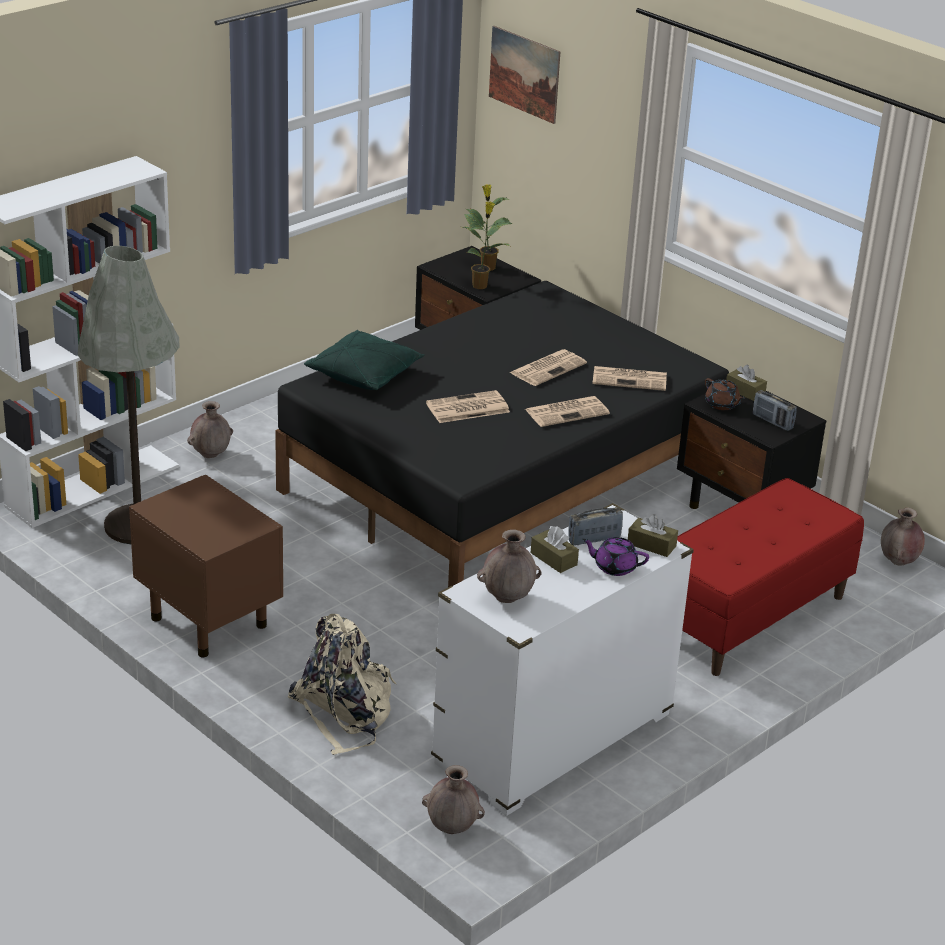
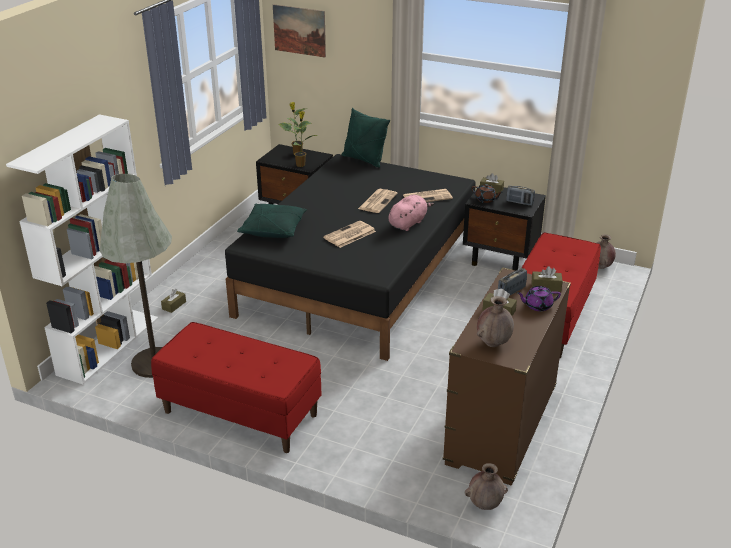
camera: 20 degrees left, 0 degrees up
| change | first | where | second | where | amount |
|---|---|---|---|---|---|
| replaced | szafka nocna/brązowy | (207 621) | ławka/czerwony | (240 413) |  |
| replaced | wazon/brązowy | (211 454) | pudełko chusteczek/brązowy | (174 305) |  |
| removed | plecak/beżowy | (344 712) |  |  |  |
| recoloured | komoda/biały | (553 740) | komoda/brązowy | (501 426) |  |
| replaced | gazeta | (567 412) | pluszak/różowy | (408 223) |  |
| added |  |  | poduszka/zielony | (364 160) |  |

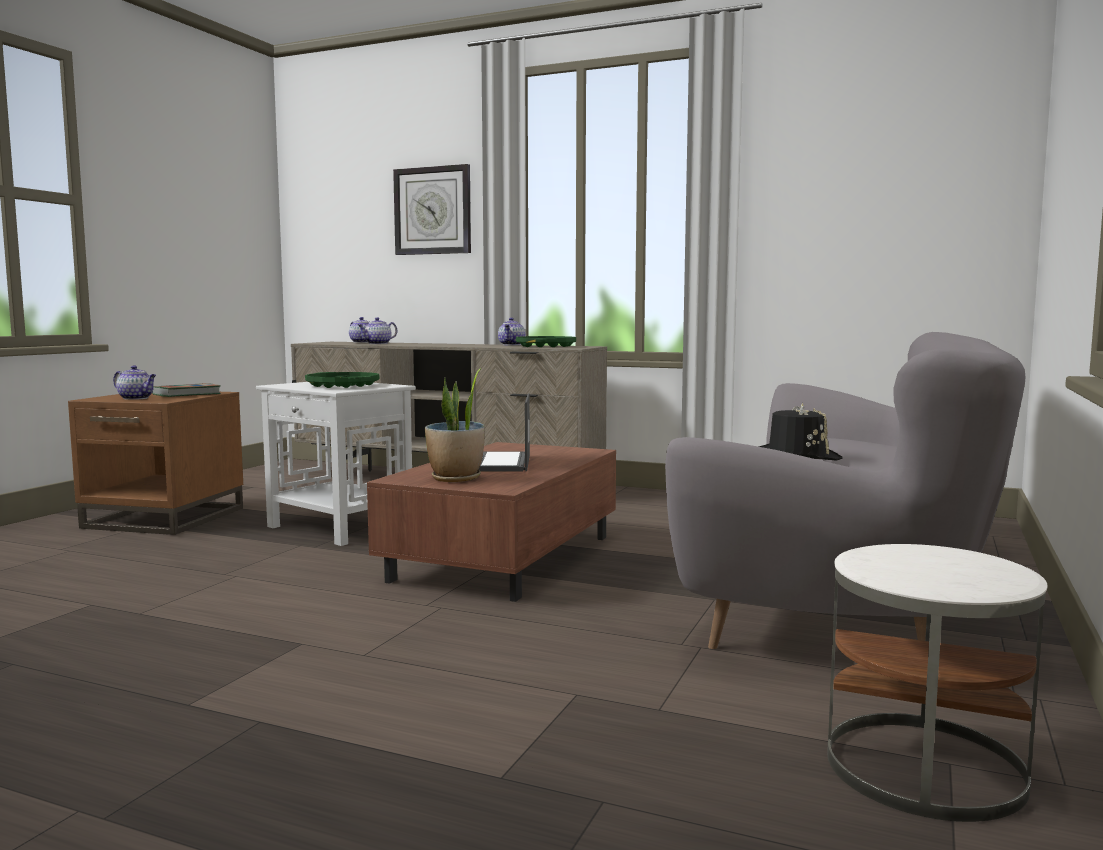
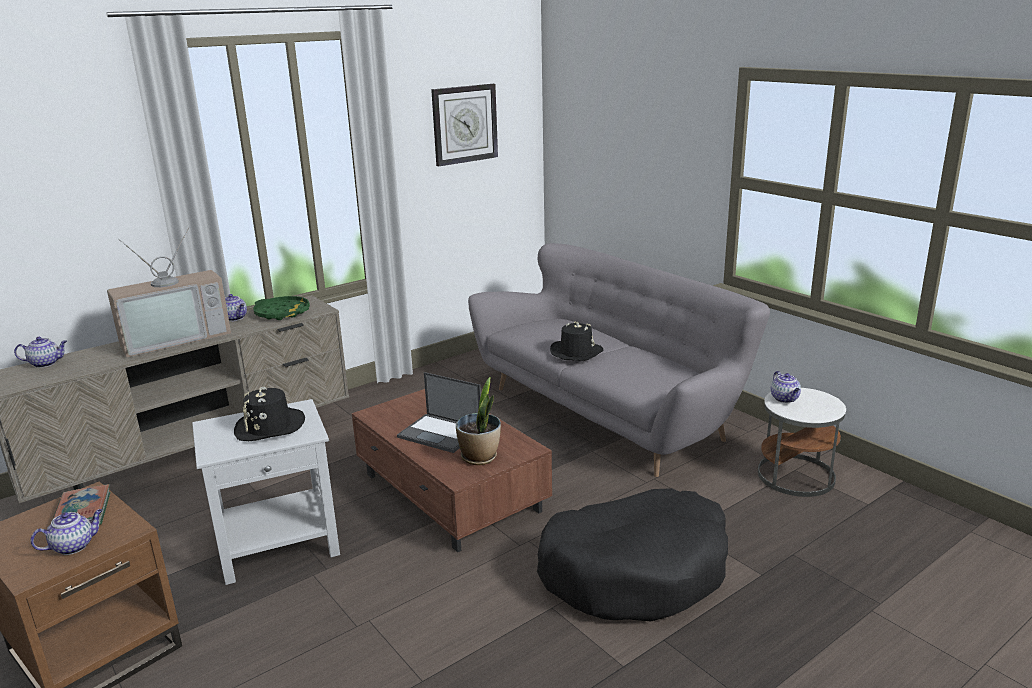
camera: 60 degrees left, 15 degrees up
| change | first | where | second | where | amount |
|---|---|---|---|---|---|
| replaced | taca/zielony | (342 385) | kapelusz/czarny | (269 427) |  |
| moved | imbryk | (377 344) |  | (785 399) |  |
| moved | zegar ścienny | (433 211) |  | (464 124) |  |
| added |  |  | telewizor | (175 338) |  |
| added |  |  | legowisko/czarny | (635 571) |  |

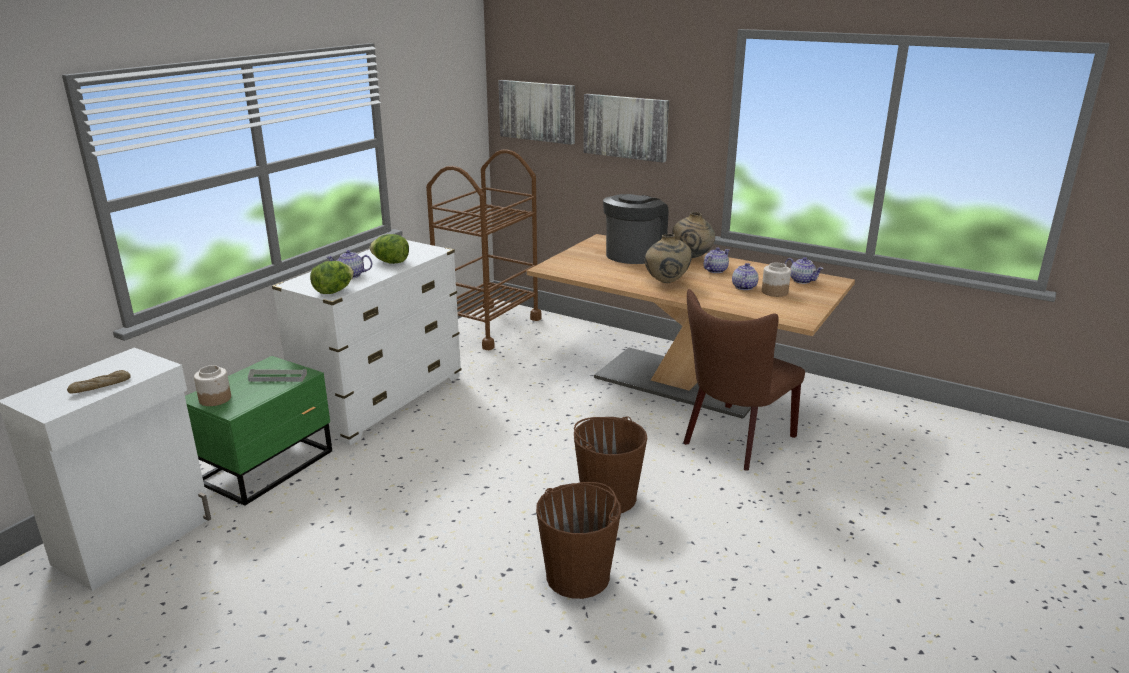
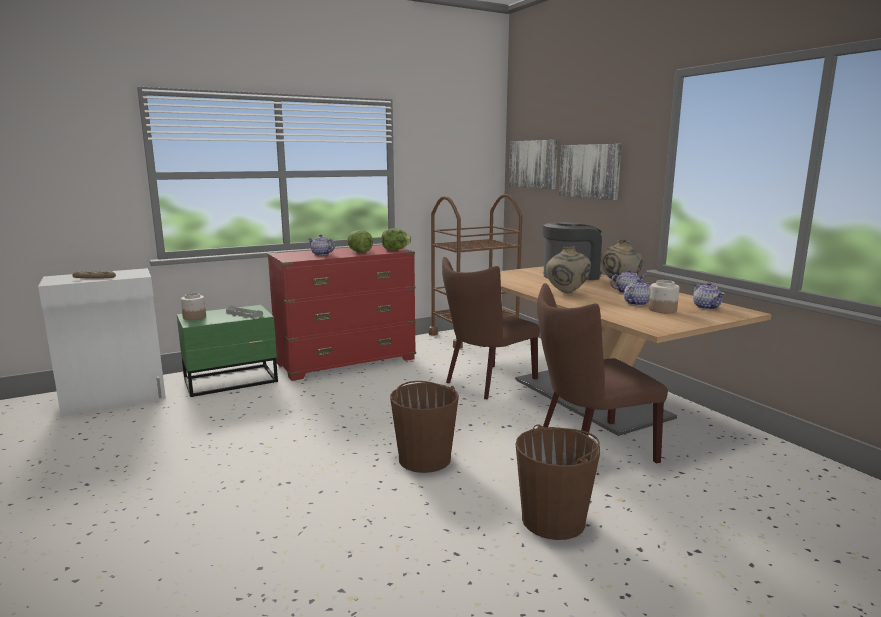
camera: 30 degrees right, 10 degrees down
| change | first | where | second | where | amount |
|---|---|---|---|---|---|
| recoloured | komoda/biały | (383 400) | komoda/czerwony | (346 362) |  |
| moved | sałata | (333 291) |  | (395 250) |  |
| moved | wiadro/brązowy | (578 576) |  | (554 520) |  |
| added |  |  | krzesło/brązowy | (486 383) |  |

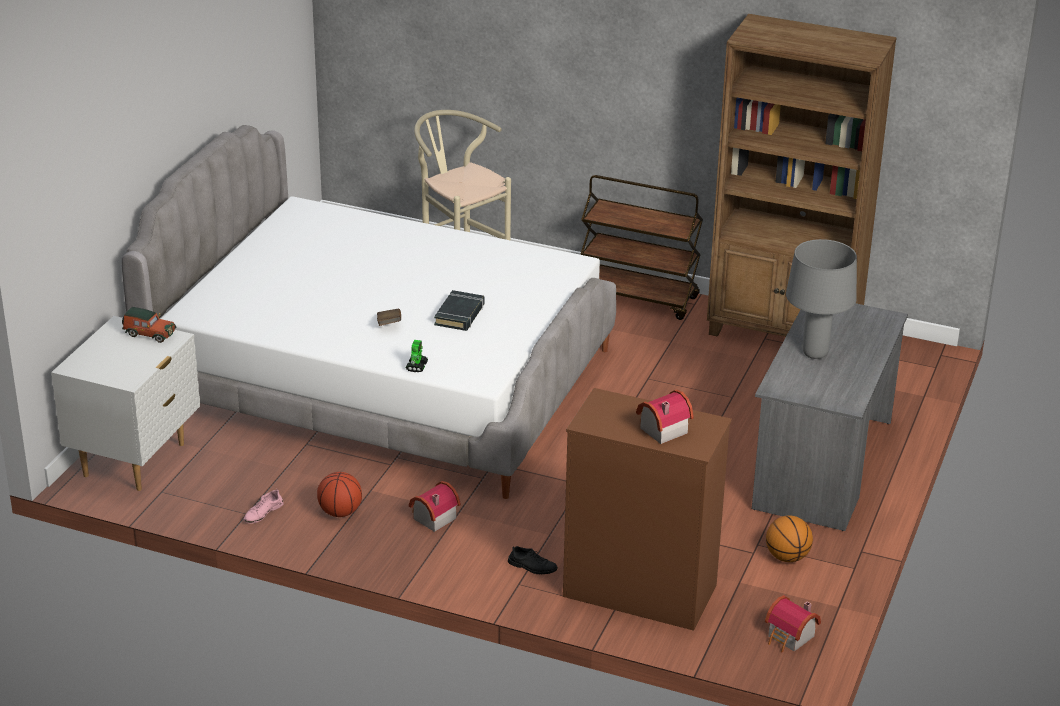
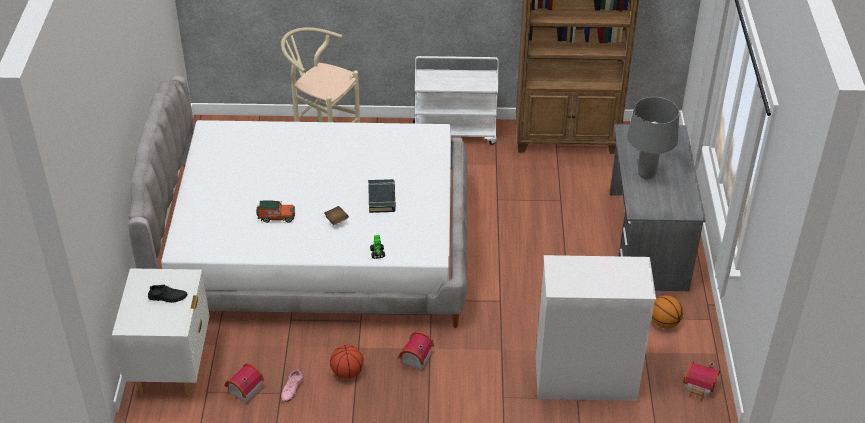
camera: 20 degrees left, 10 degrees up
| change | first | where | second | where | amount |
|---|---|---|---|---|---|
| moved | samochodzik | (148 333) |  | (276 217) |  |
| moved | but/czarny | (532 566) |  | (167 297) |  |
| recoloured | komoda/brązowy | (638 590) | komoda/biały | (584 378) |  |
| recoloured | wózek/brązowy | (638 298) | wózek/biały | (455 133) |  |
| moved | domek | (660 429) |  | (243 390) |  |

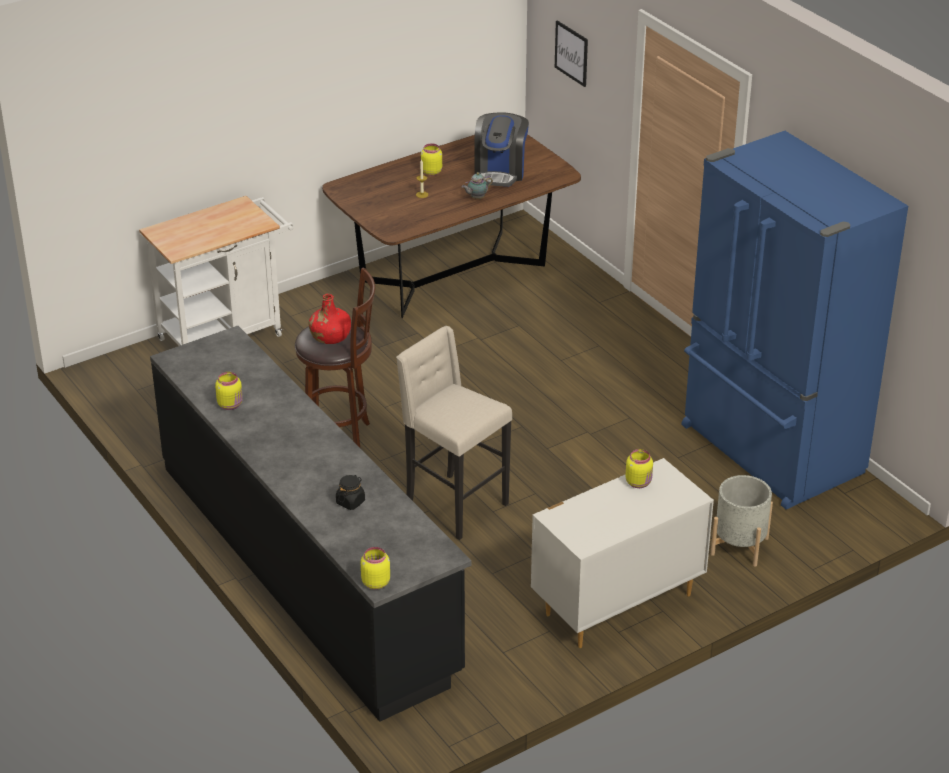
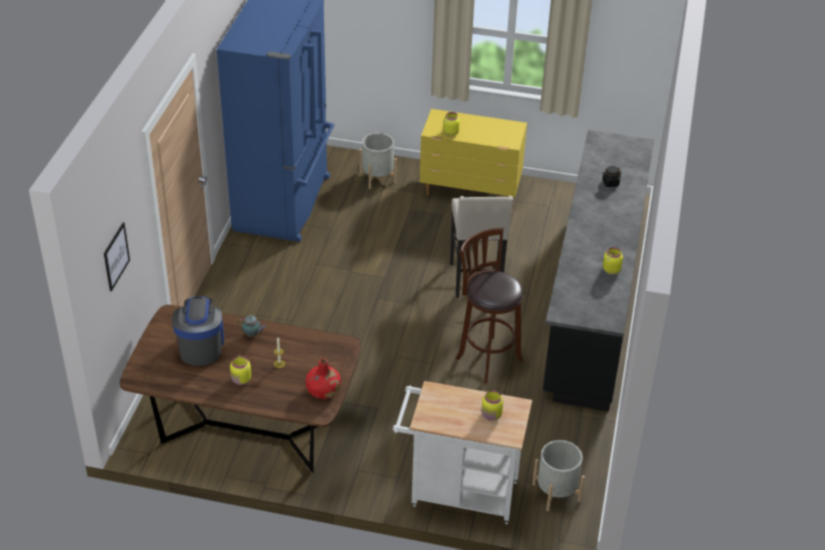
camera: 135 degrees left, 5 degrees up
| change | first | where | second | where | amount |
|---|---|---|---|---|---|
| moved | butelka/czerwony | (330 336) |  | (323 390) |  |
| moved | słoik/żółty | (375 582) |  | (491 415) |  |
| turned | ekspres do kawy | (500 171) |  | (200 346) | 60 degrees counterclockwise |
| recoloured | komoda/biały | (616 604) | komoda/żółty | (471 191) |  |
| added |  |  | donica/szary | (556 492) |  |

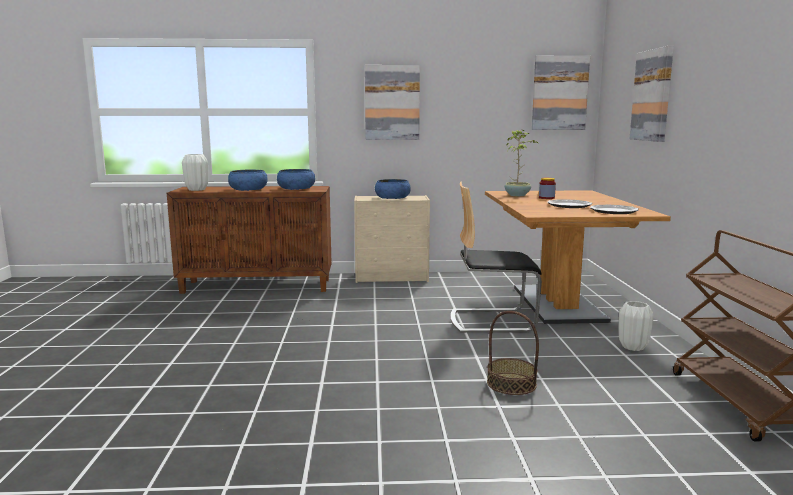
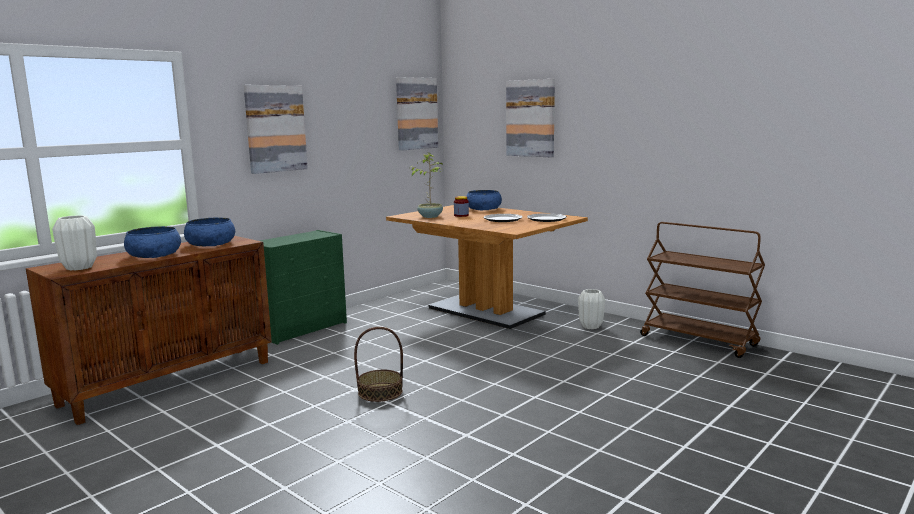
camera: 45 degrees left, 0 degrees up
| change | first | where | second | where | amount |
|---|---|---|---|---|---|
| recoloured | komoda/beżowy | (392 277) | komoda/zielony | (302 329) |  |
| moved | miska/niebieski | (392 198) |  | (483 209) |  |
| removed | krzesło | (491 320) |  |  |  |
| moved | koszyk | (511 383) |  | (380 392) |  |

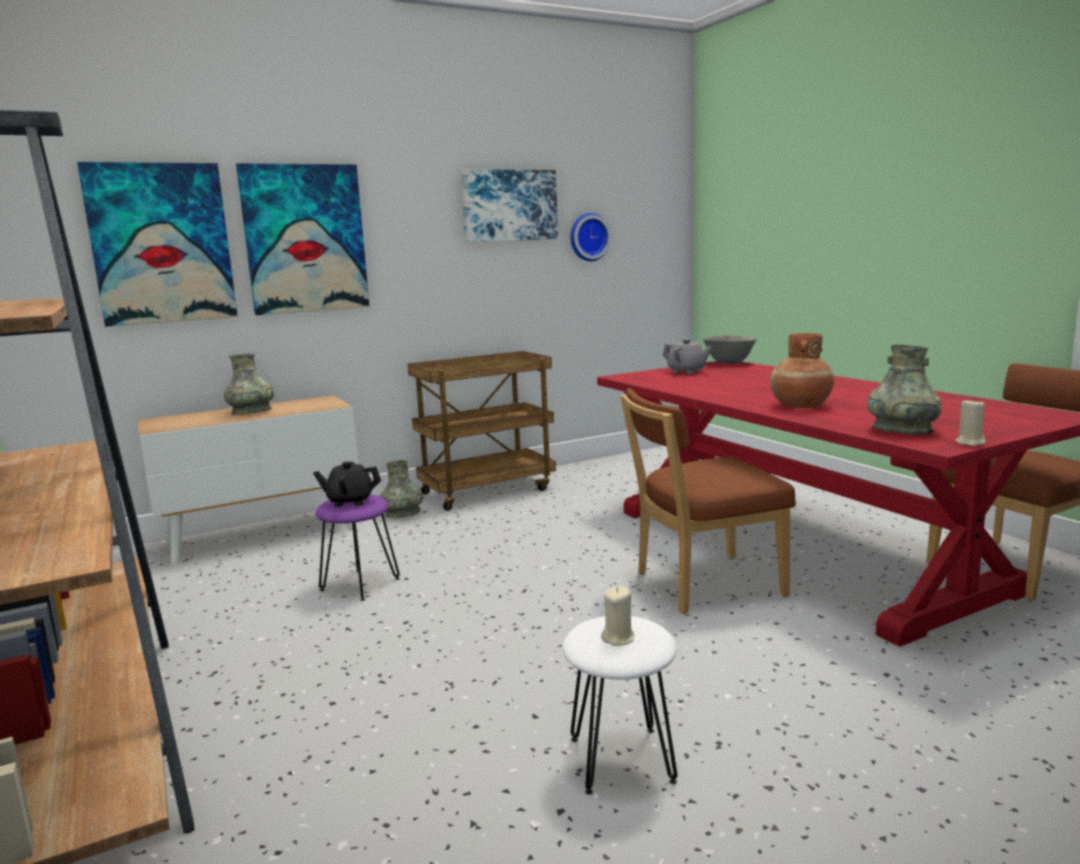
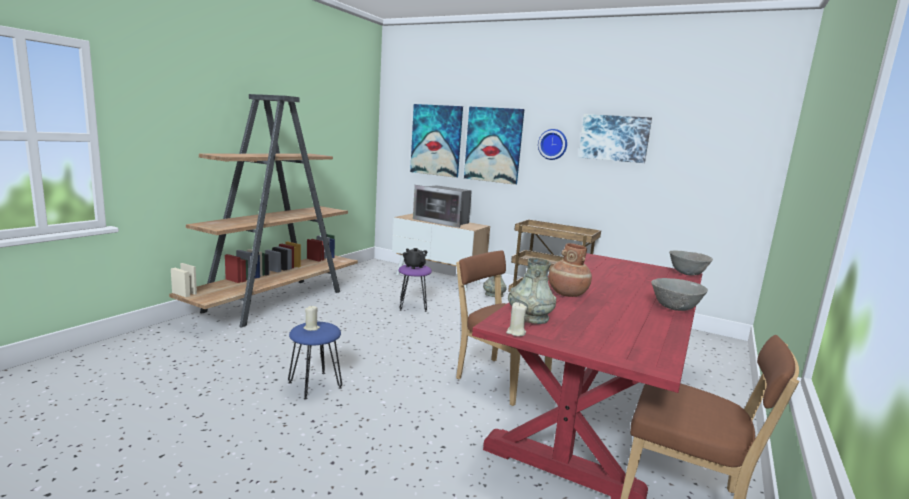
camera: 55 degrees right, 0 degrees up
| change | first | where | second | where | amount |
|---|---|---|---|---|---|
| replaced | wazon/szary | (251 412) | mikrofalówka | (443 221) |  |
| recoloured | stołek/biały | (620 759) | stołek/niebieski | (314 385) |  |
| moved | zegar ścienny | (588 237) |  | (553 144) |  |
| removed | imbryk/szary | (686 372) |  |  |  |
| added |  |  | miska/szary | (675 309) |  |

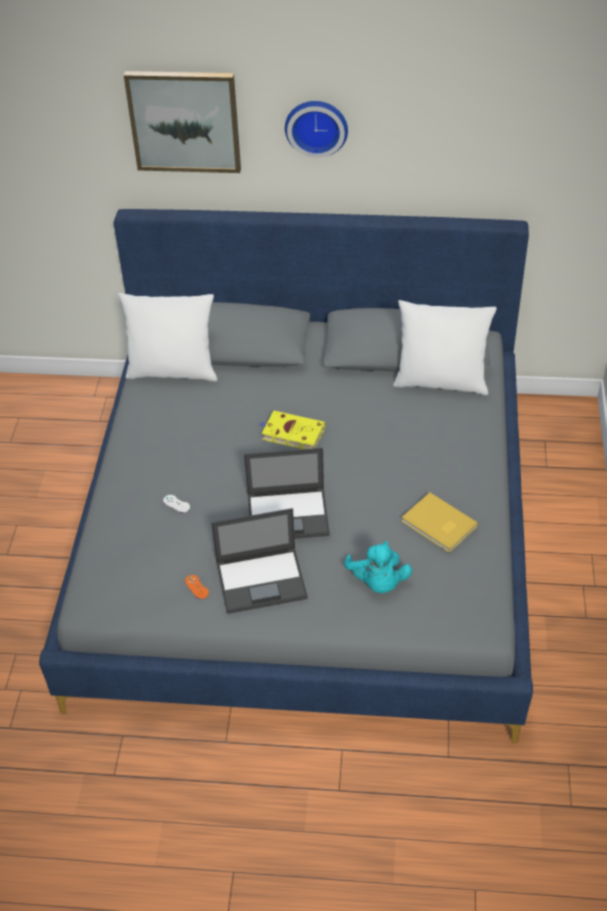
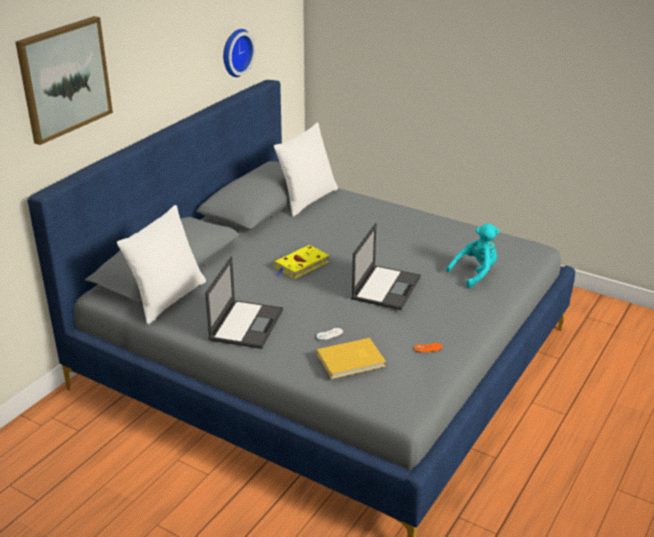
camera: 65 degrees left, 15 degrees down
| change | first | where | second | where | amount |
|---|---|---|---|---|---|
| moved | laptop | (262 580) |  | (246 324) |  |
| moved | zegar ścienny | (316 126) |  | (235 52) |  |
| turned | pluszak/turkusowy | (378 582) |  | (475 273) | 45 degrees counterclockwise |
| moved | książka/żółty | (439 525) |  | (352 360) |  |

